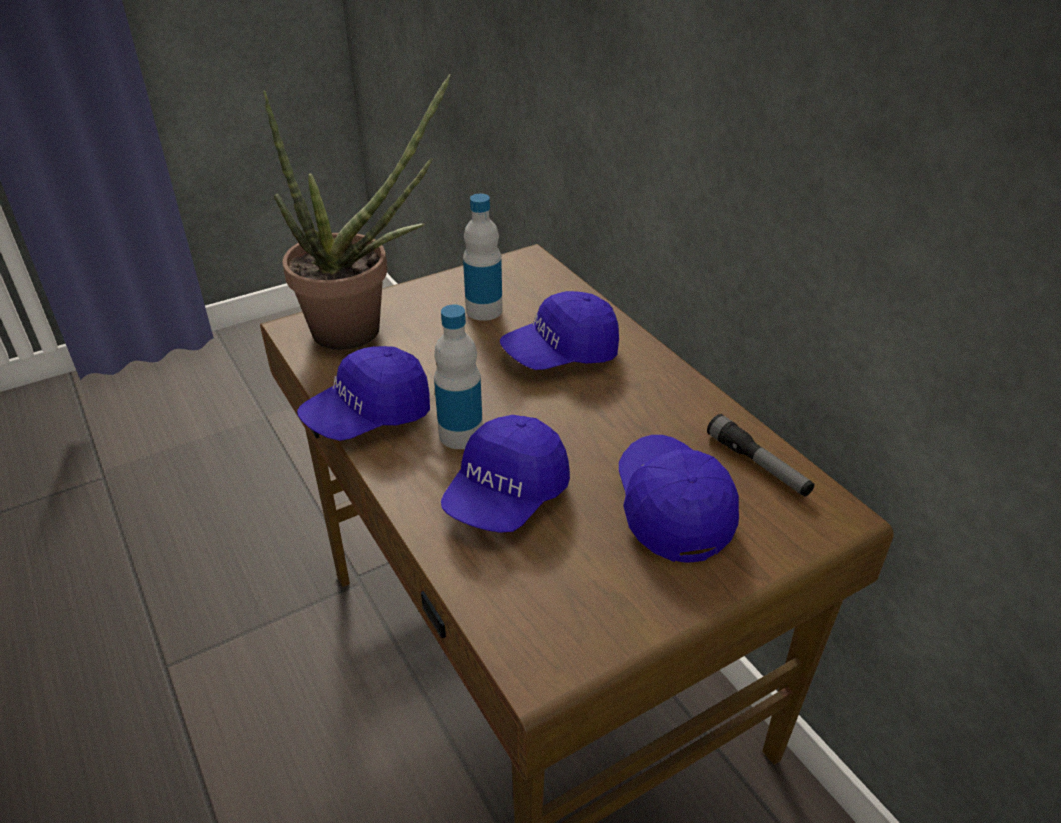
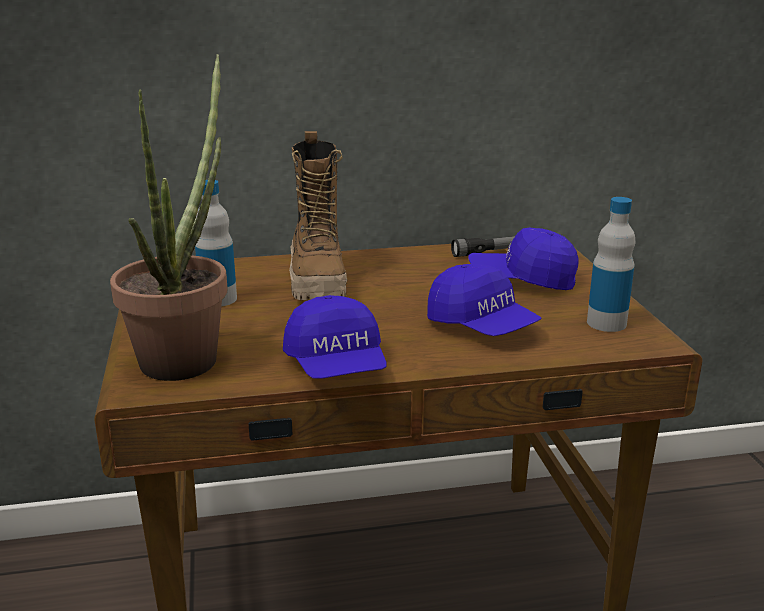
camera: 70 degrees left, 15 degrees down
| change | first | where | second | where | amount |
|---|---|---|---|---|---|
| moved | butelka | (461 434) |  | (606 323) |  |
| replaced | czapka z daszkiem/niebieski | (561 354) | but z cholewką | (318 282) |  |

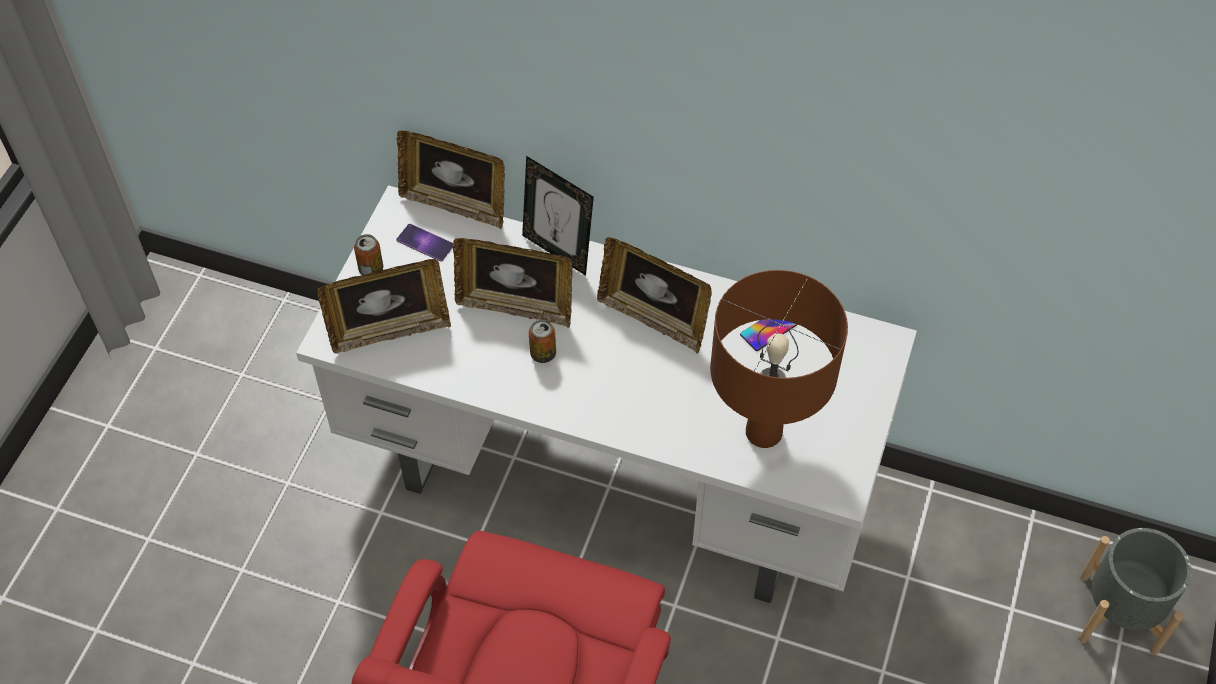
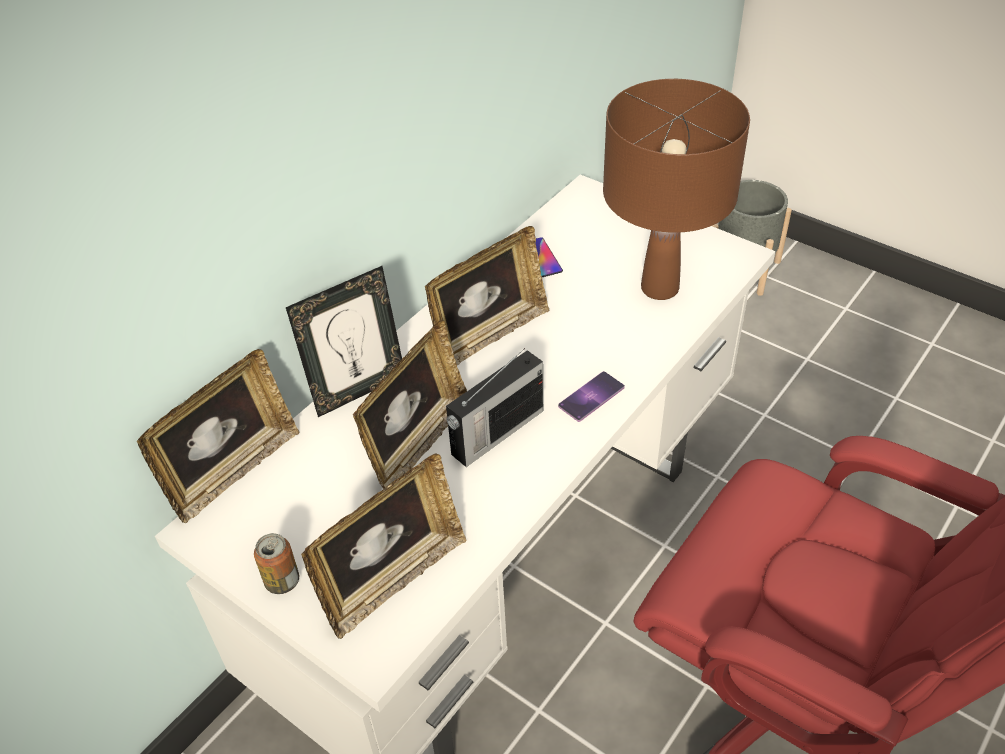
camera: 70 degrees left, 10 degrees down
| change | first | where | second | where | amount |
|---|---|---|---|---|---|
| turned | ramka na zdjęcie | (389 330) |  | (392 579) | 45 degrees clockwise |
| moved | telefon | (425 243) |  | (591 396) |  |
| replaced | puszka | (543 354) | radio | (496 433) |  |

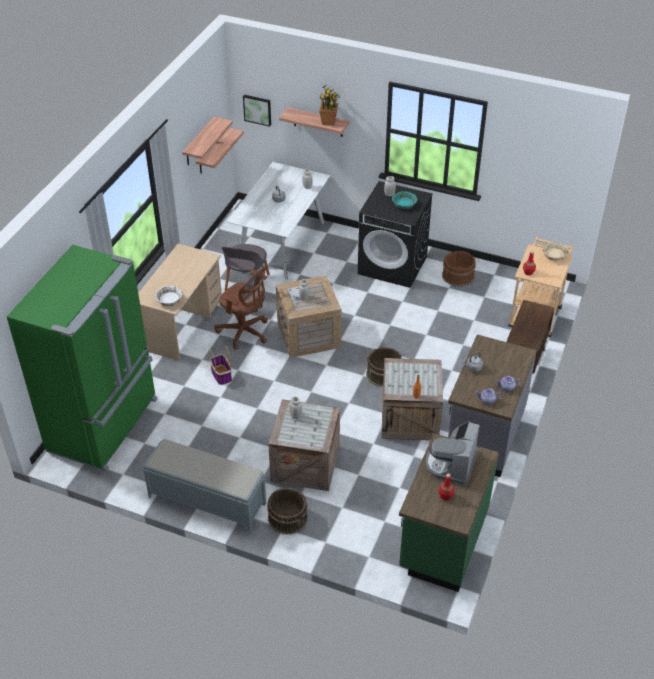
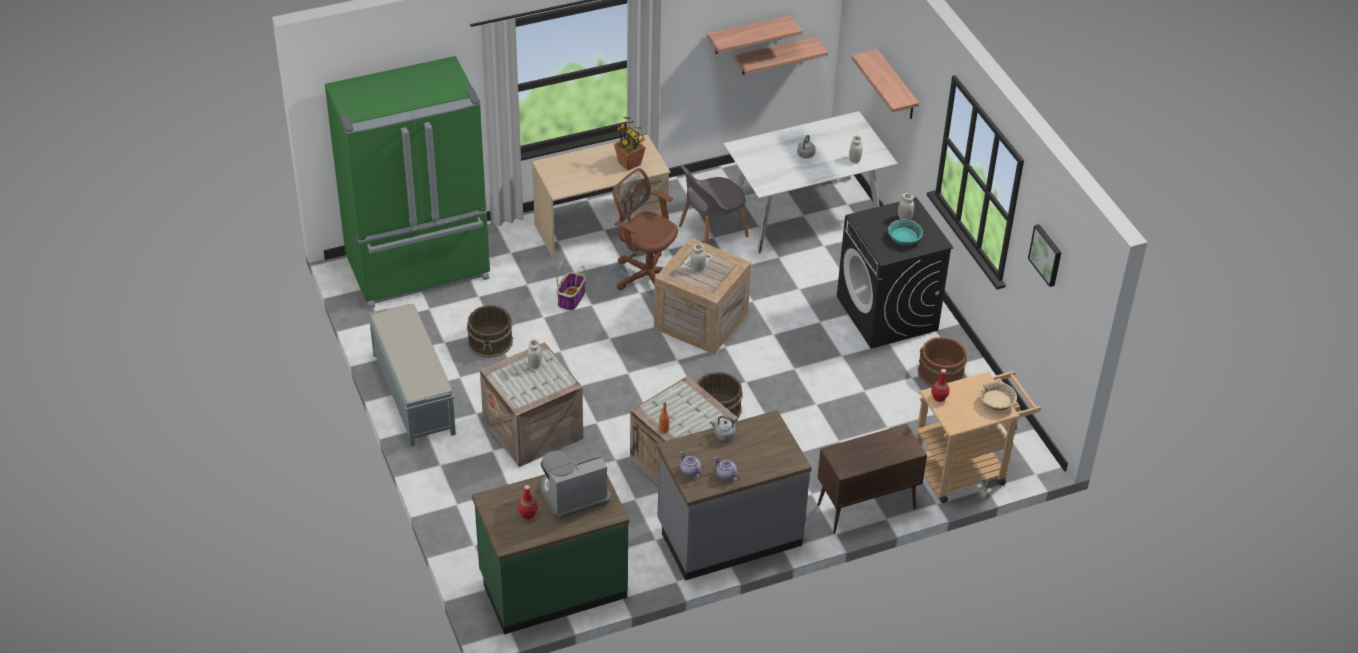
camera: 45 degrees right, 0 degrees up
| change | first | where | second | where | amount |
|---|---|---|---|---|---|
| removed | miska/biały | (169 300) |  |  |  |
| turned | krzesło biurowe/brązowy | (245 332) |  | (646 275) | 135 degrees clockwise |
| moved | obraz | (257 109) |  | (1046 254) |  |
| moved | wiadro/brązowy | (288 517) |  | (491 341) |  |
| moved | roślina doniczkowa | (328 122) |  | (629 163) |  |

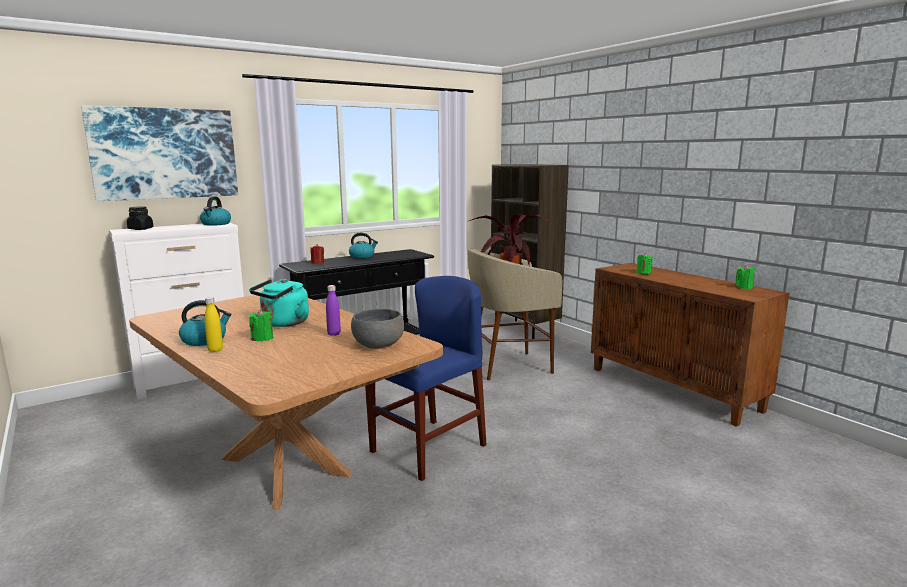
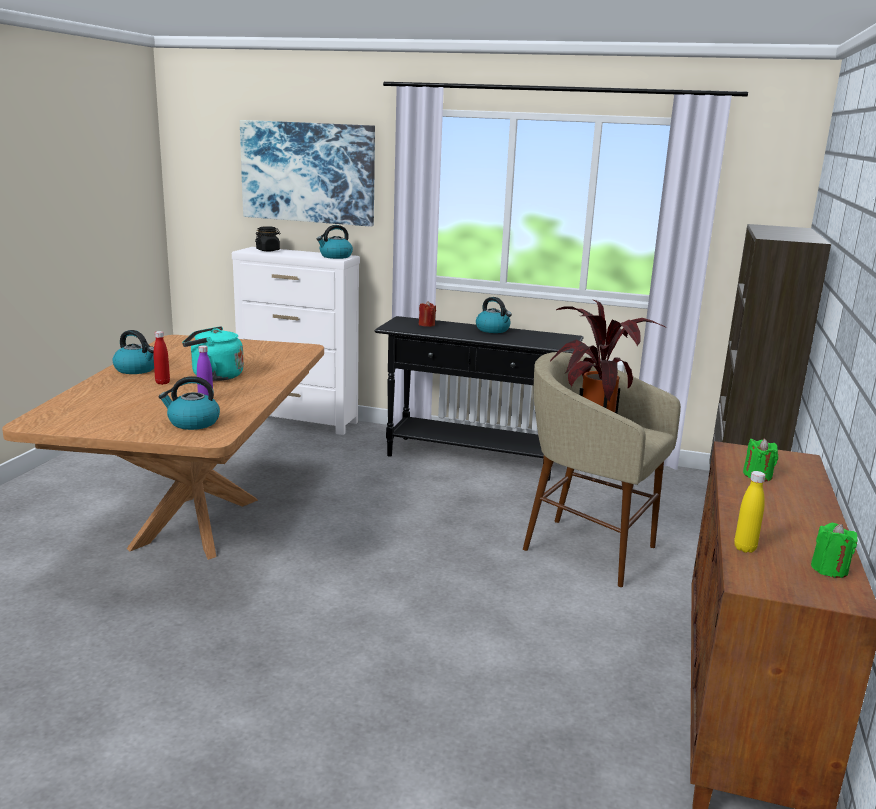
camera: 50 degrees right, 5 degrees up
| change | first | where | second | where | amount |
|---|---|---|---|---|---|
| moved | butelka/żółty | (215 350) |  | (744 548) |  |
| replaced | świeca/zielony | (262 338) | butelka/czerwony | (162 383) |  |
| replaced | miska/szary | (378 345) | czajnik | (193 423) |  |
| removed | krzesło/niebieski | (428 448) |  |  |  |

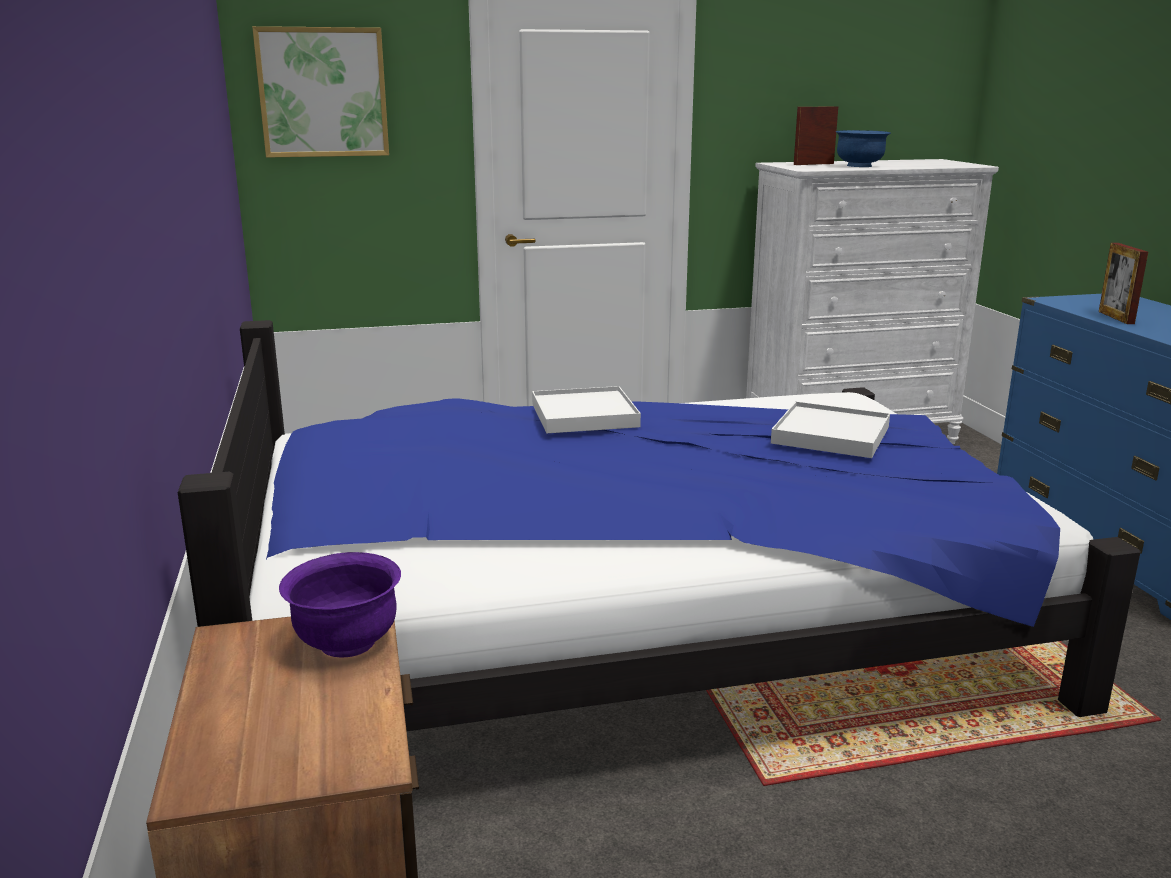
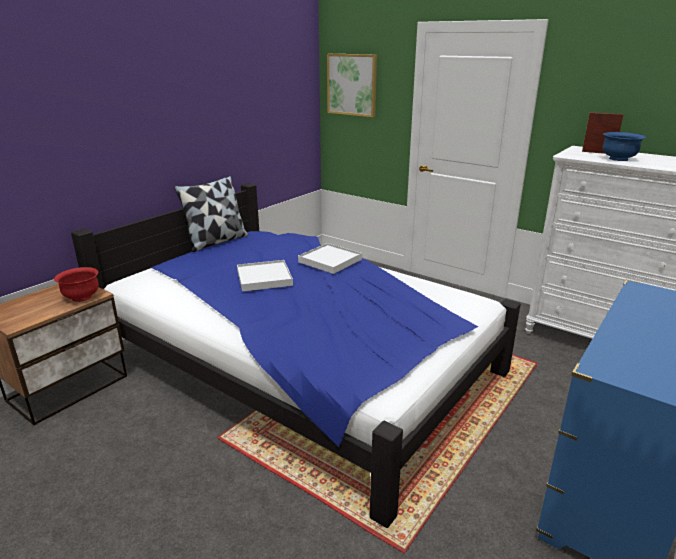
camera: 50 degrees right, 5 degrees up
| change | first | where | second | where | amount |
|---|---|---|---|---|---|
| recoloured | miska/fioletowy | (346 643) | miska/czerwony | (81 297) |  |
| moved | taca/biały | (831 435) |  | (264 278) |  |
| removed | ramka na zdjęcie | (1116 317) |  |  |  |
| added |  |  | poduszka | (216 241) |  |

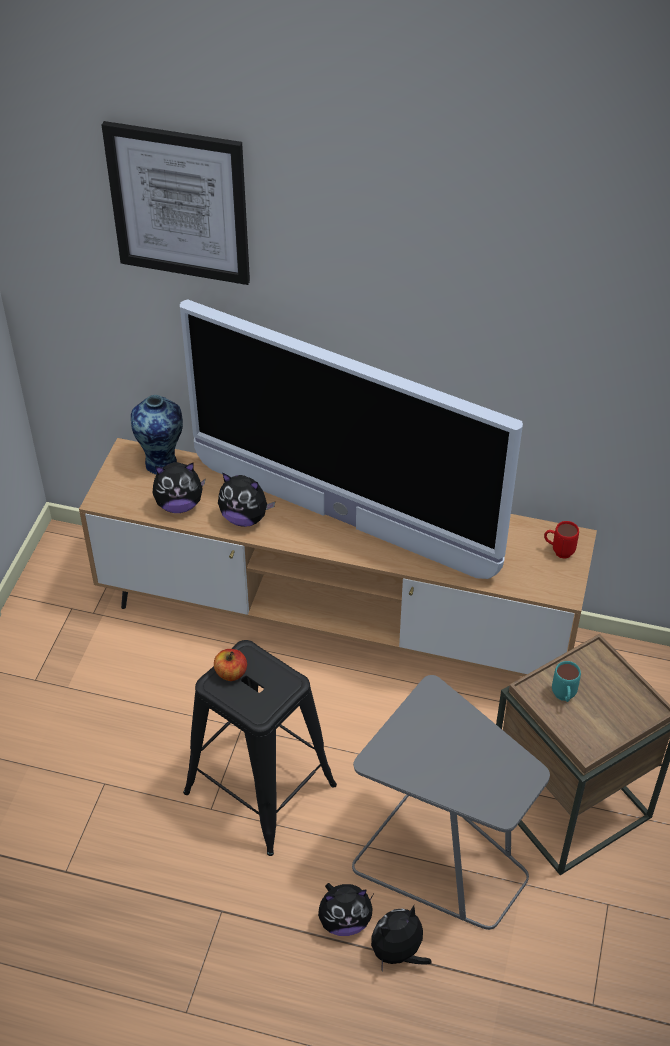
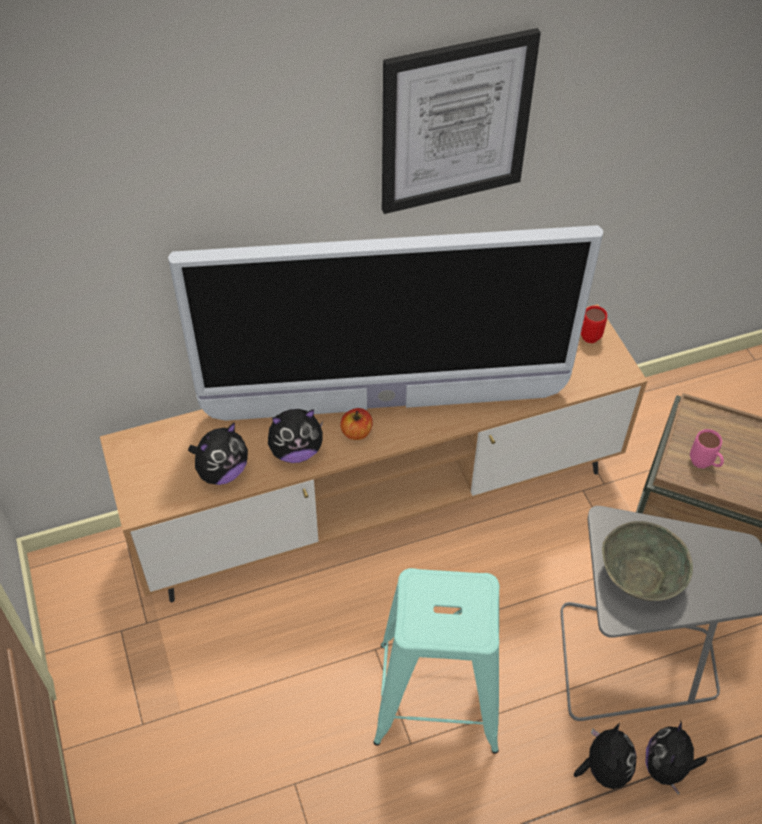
camera: 35 degrees left, 5 degrees up
| change | first | where | second | where | amount |
|---|---|---|---|---|---|
| moved | obraz | (179 203) |  | (455 123) |  |
| removed | wazon | (162 462) |  |  |  |
| recoloured | stołek/czarny | (260 788) | stołek/turkusowy | (437 696) |  |
| moved | jabłko | (231 673) |  | (356 432) |  |
| turned | pluszak | (344 920) |  | (603 769) | 45 degrees counterclockwise |
| recoloured | kubek/turkusowy | (563 698) | kubek/różowy | (704 465) |  |
| added |  |  | miska/szary | (639 577) |  |

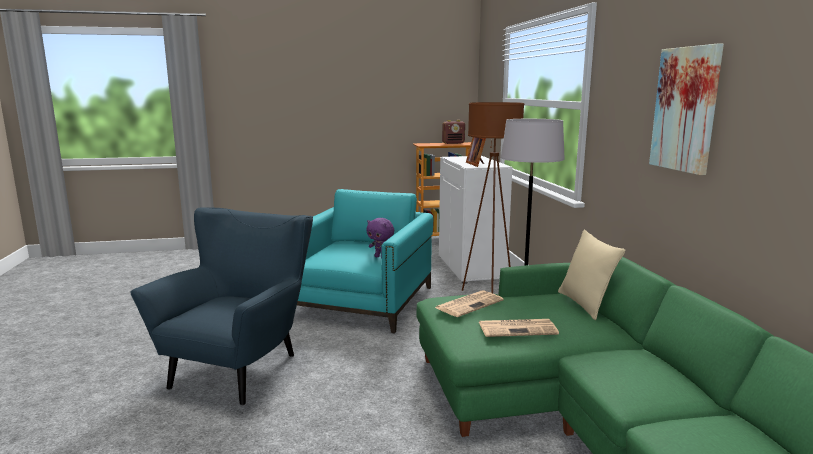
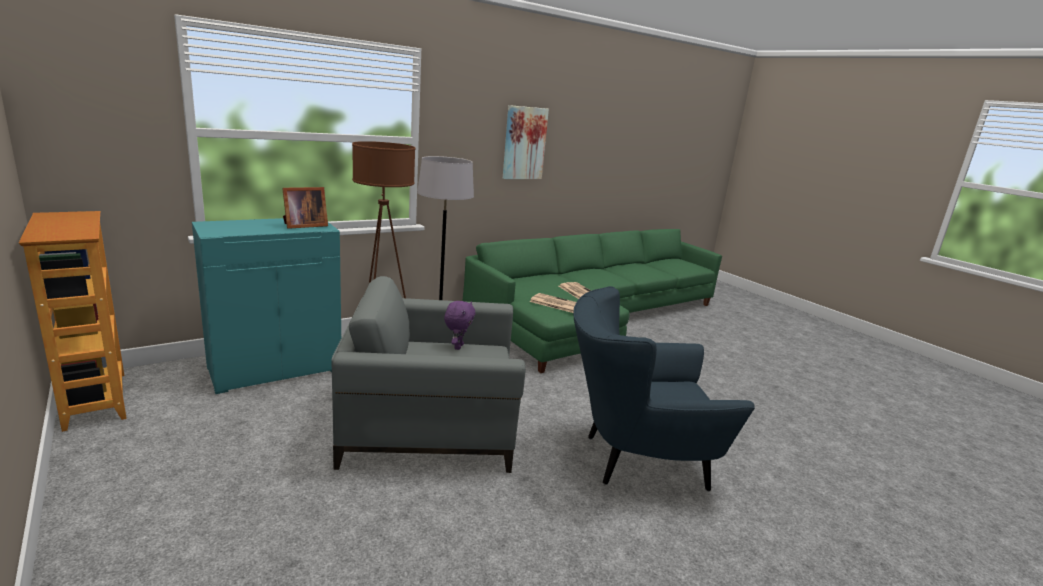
camera: 115 degrees left, 5 degrees up
| change | first | where | second | where | amount |
|---|---|---|---|---|---|
| recoloured | fotel/turkusowy | (362 302) | fotel/szary | (430 425) |  |
| recoloured | szafka/biały | (471 268) | szafka/turkusowy | (276 368) |  |
| removed | radio | (453 143) |  |  |  |
| removed | poduszka/beżowy | (585 304) |  |  |  |

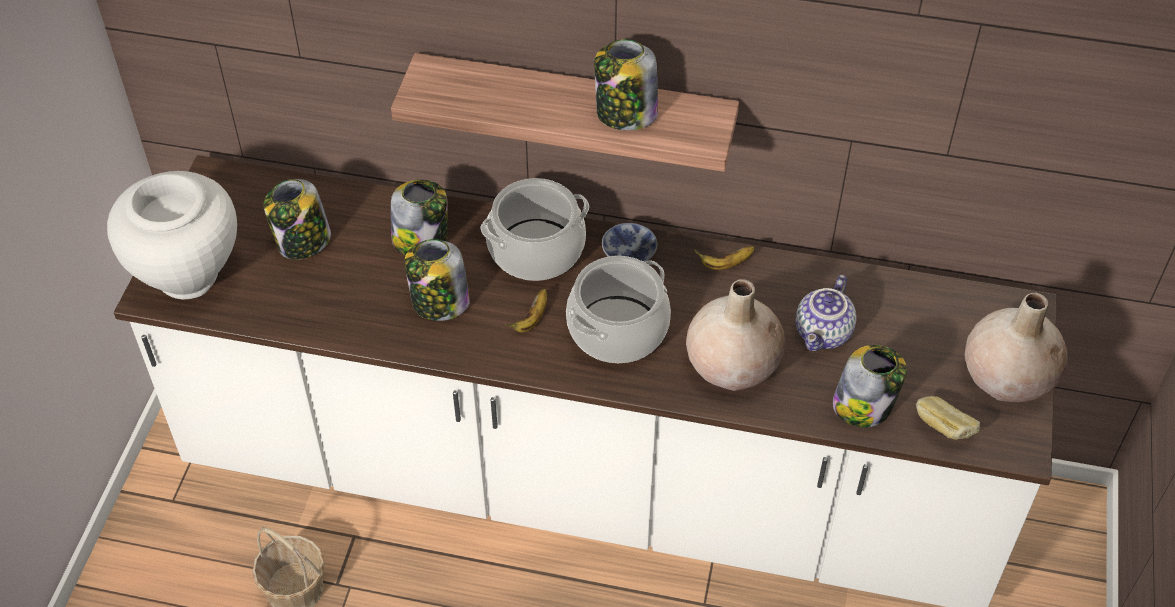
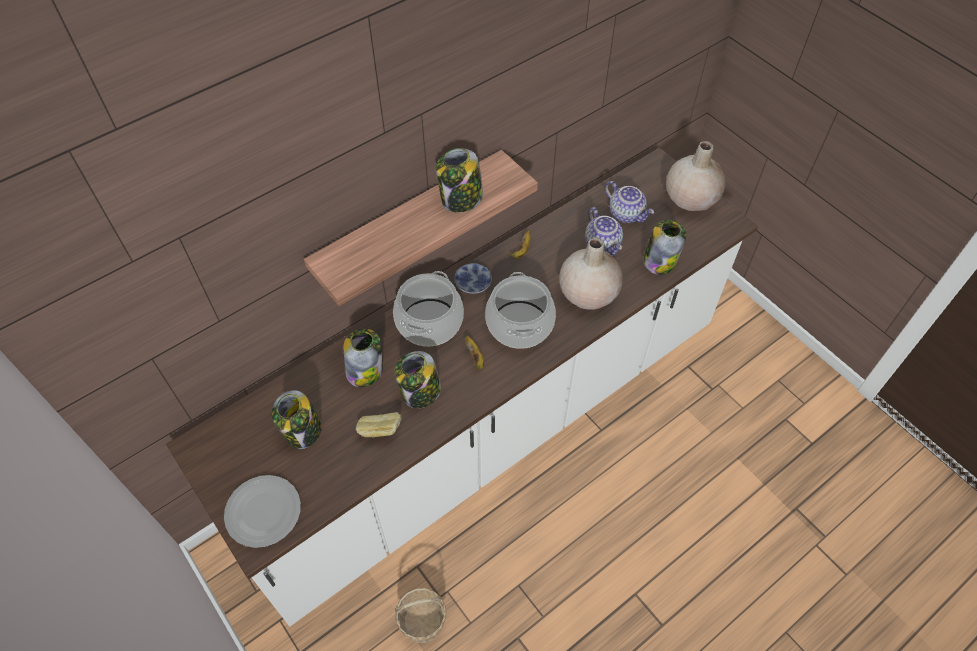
camera: 50 degrees left, 5 degrees up
| change | first | where | second | where | amount |
|---|---|---|---|---|---|
| replaced | wazon/biały | (188 275) | talerz | (262 512) |  |
| moved | chleb | (942 431) |  | (380 432) |  |
| added |  |  | imbryk | (627 214) |  |

